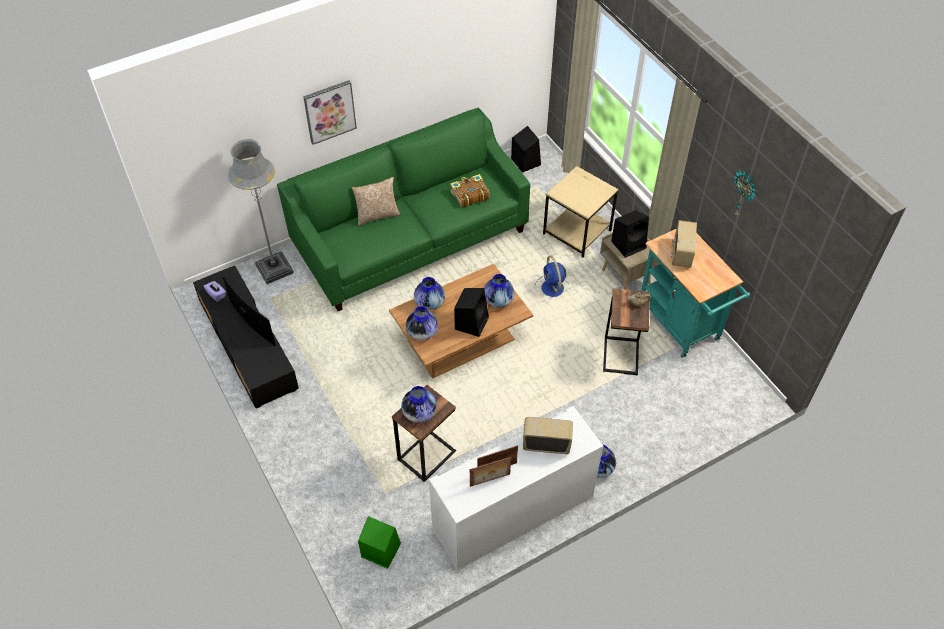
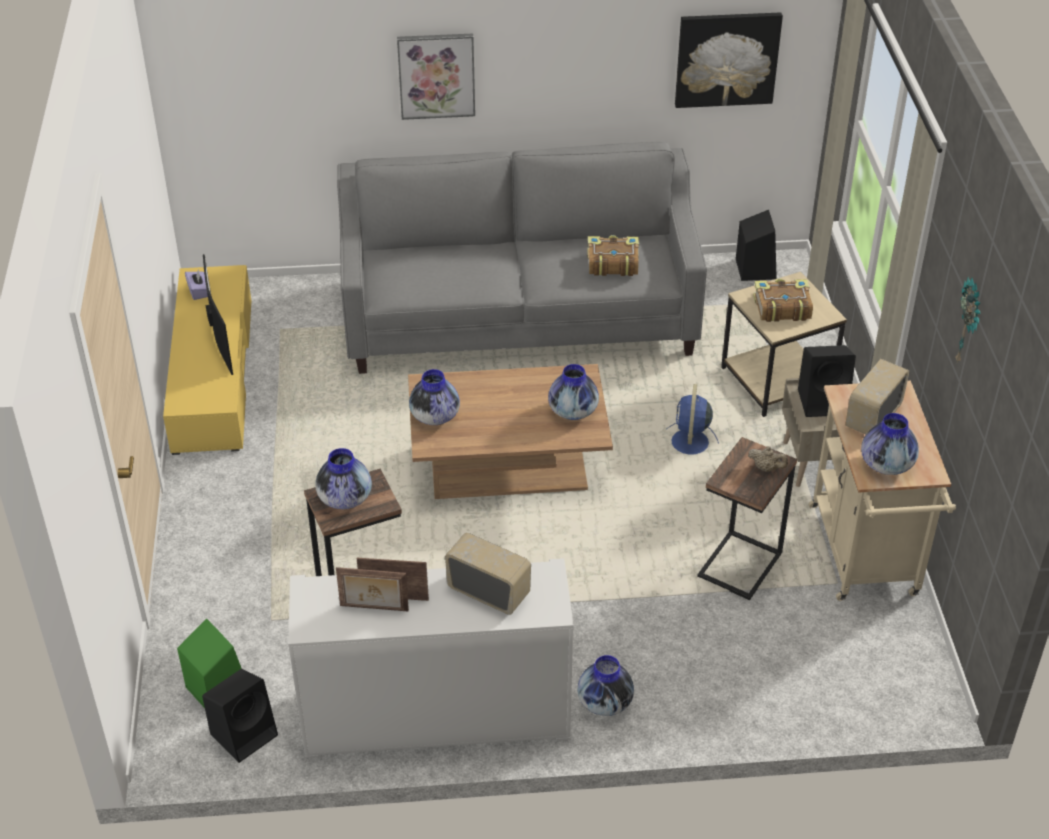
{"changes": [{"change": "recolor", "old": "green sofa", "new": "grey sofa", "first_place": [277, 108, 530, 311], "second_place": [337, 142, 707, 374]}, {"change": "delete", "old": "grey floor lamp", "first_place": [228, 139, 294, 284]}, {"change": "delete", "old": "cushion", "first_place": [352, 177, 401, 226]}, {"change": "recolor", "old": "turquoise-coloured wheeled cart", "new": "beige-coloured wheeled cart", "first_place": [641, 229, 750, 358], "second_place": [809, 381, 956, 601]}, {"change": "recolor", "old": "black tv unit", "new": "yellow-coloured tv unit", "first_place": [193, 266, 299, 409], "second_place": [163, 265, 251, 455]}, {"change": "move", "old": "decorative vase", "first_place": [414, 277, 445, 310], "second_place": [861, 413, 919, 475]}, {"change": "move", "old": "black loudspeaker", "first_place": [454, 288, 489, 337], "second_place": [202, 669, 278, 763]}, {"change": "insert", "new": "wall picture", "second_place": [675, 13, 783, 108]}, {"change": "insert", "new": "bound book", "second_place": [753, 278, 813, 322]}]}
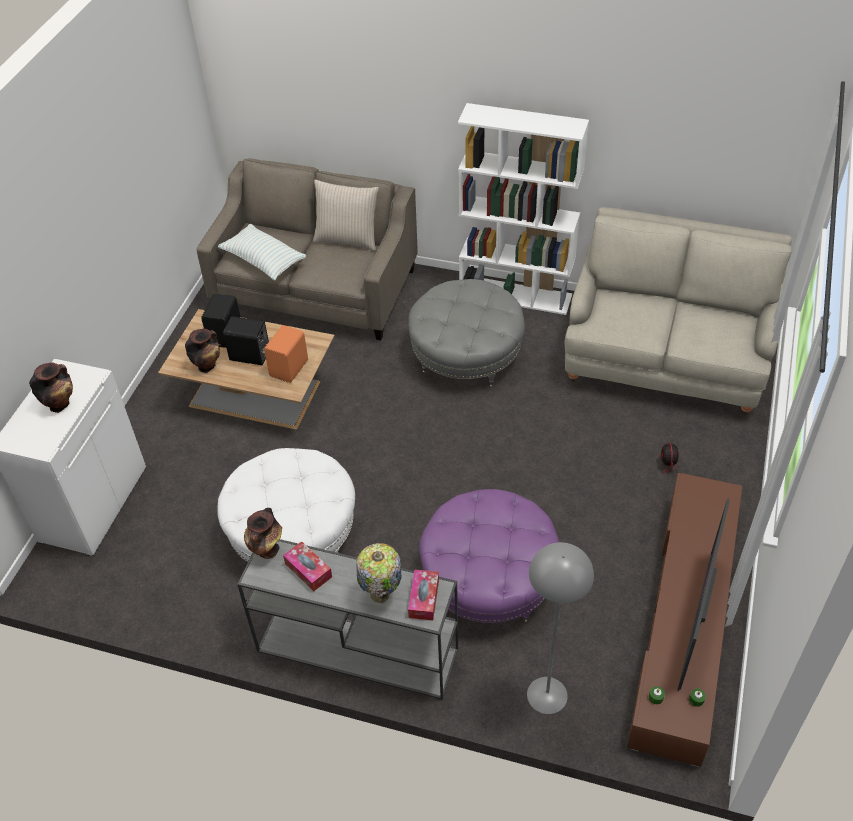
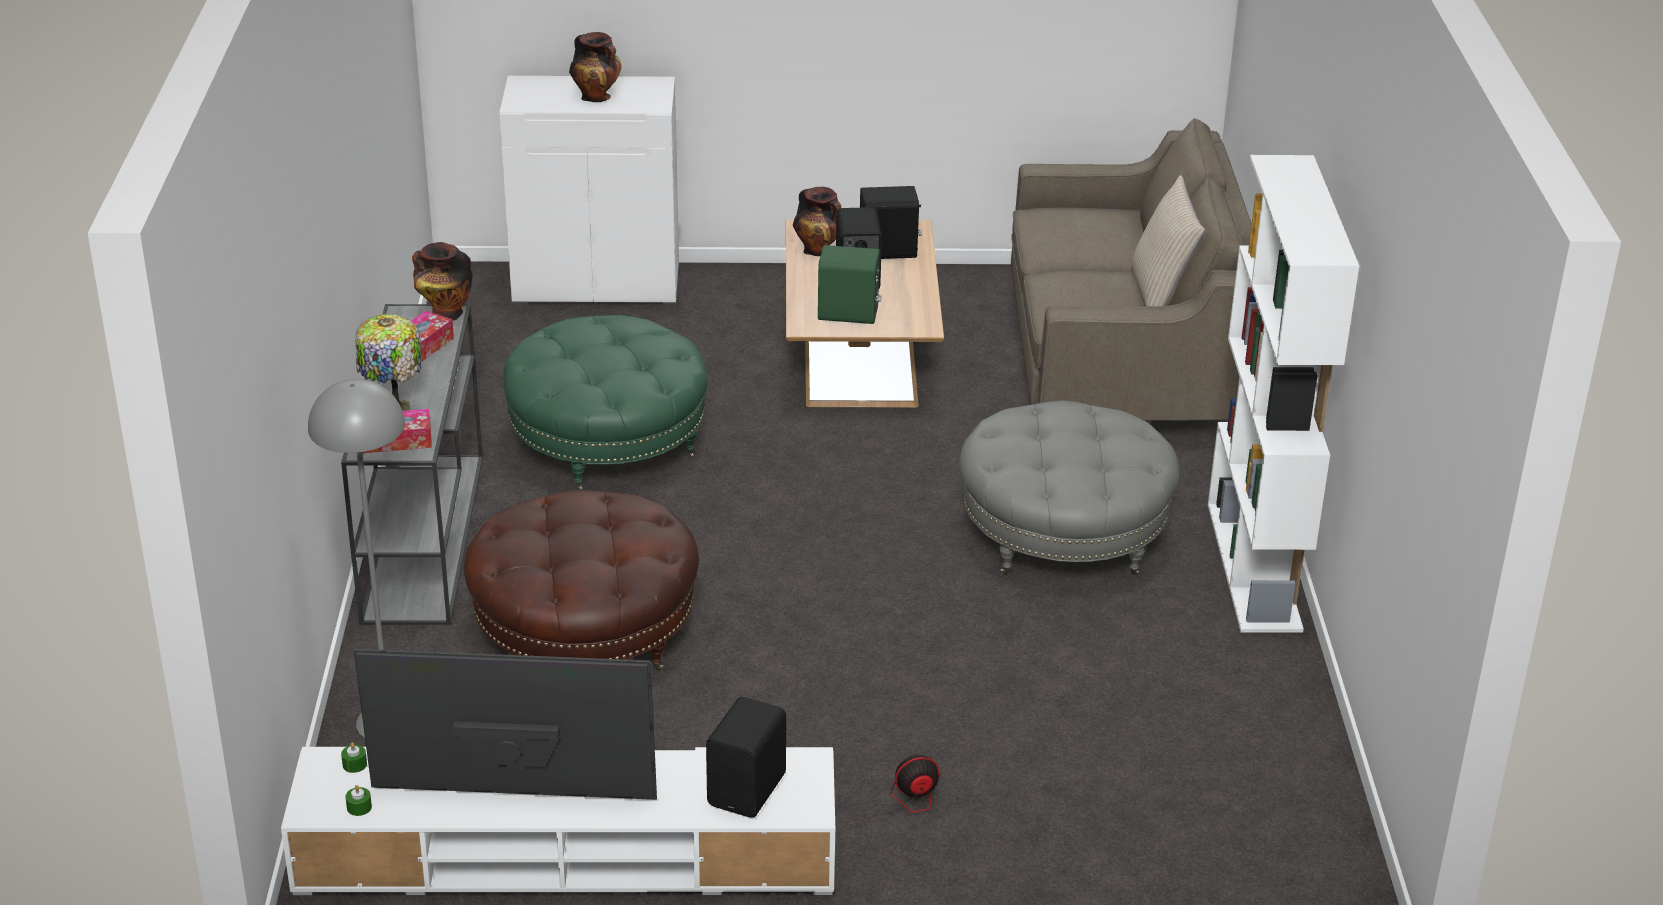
{"changes": [{"change": "delete", "old": "beige-coloured sofa", "first_place": [565, 207, 792, 414]}, {"change": "delete", "old": "cushion", "first_place": [218, 224, 306, 281]}, {"change": "recolor", "old": "orange-coloured loudspeaker", "new": "green loudspeaker", "first_place": [264, 325, 308, 383], "second_place": [818, 245, 882, 324]}, {"change": "recolor", "old": "whitish pouffe", "new": "green pouffe", "first_place": [217, 448, 355, 562], "second_place": [504, 315, 708, 490]}, {"change": "recolor", "old": "brownish tv unit", "new": "whitish tv unit", "first_place": [627, 473, 742, 767], "second_place": [281, 747, 835, 895]}, {"change": "recolor", "old": "purple pouffe", "new": "brownish pouffe", "first_place": [419, 489, 559, 623], "second_place": [464, 490, 699, 671]}, {"change": "insert", "new": "black loudspeaker", "second_place": [706, 697, 786, 818]}]}
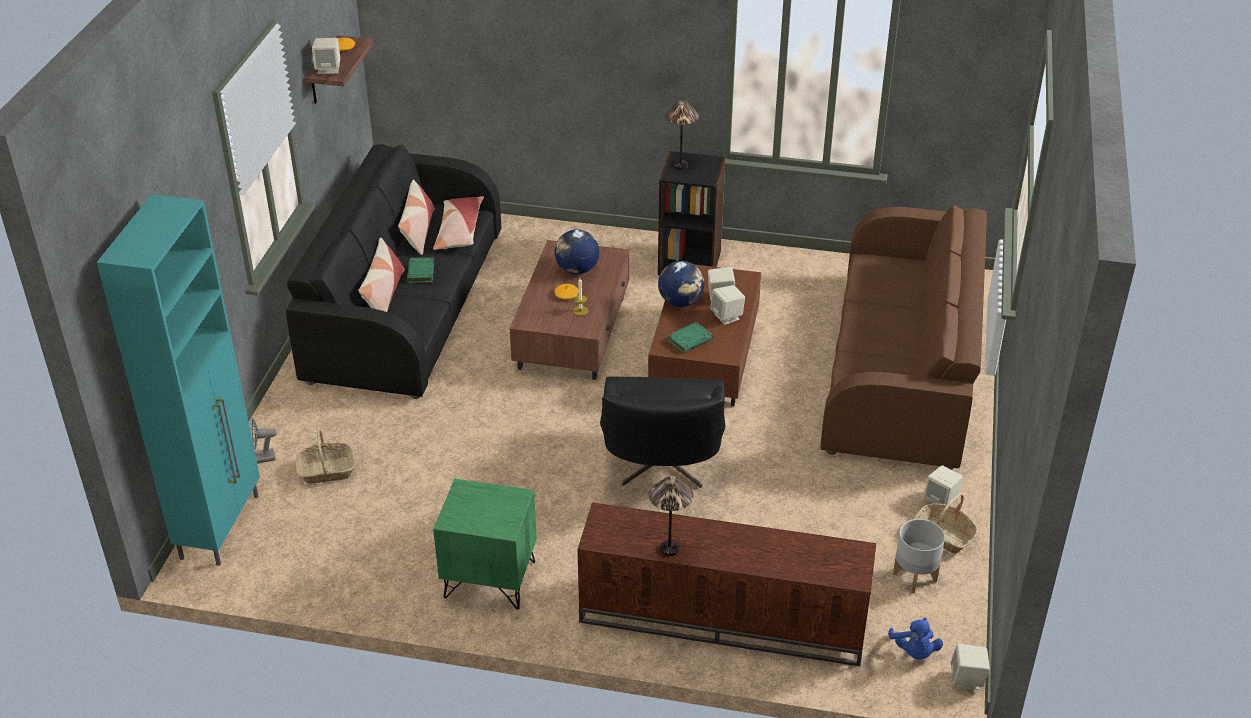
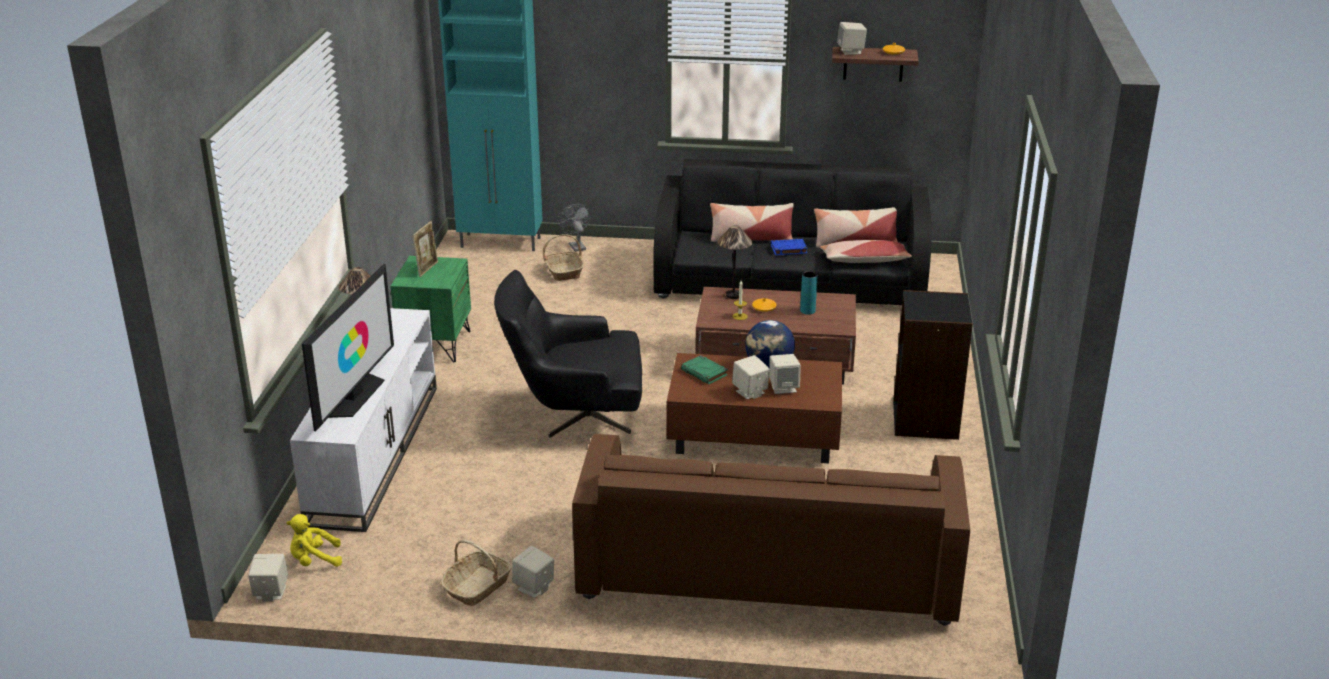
{"changes": [{"change": "move", "old": "table lamp", "first_place": [665, 100, 699, 170], "second_place": [717, 225, 752, 299]}, {"change": "replace", "old": "globe", "new": "turquoise-coloured decorative vase", "first_place": [555, 229, 599, 274], "second_place": [800, 271, 818, 315]}, {"change": "recolor", "old": "green bound book", "new": "blue-coloured bound book", "first_place": [407, 257, 434, 283], "second_place": [771, 239, 807, 255]}, {"change": "recolor", "old": "brownish tv unit", "new": "whitish tv unit", "first_place": [577, 502, 876, 666], "second_place": [290, 308, 437, 532]}, {"change": "delete", "old": "grey flower pot", "first_place": [893, 519, 945, 593]}, {"change": "recolor", "old": "blue-coloured soft toy", "new": "yellow-coloured soft toy", "first_place": [888, 618, 943, 660], "second_place": [287, 514, 342, 567]}, {"change": "insert", "new": "photo frame", "second_place": [412, 221, 438, 277]}, {"change": "insert", "new": "TV", "second_place": [302, 264, 394, 431]}]}
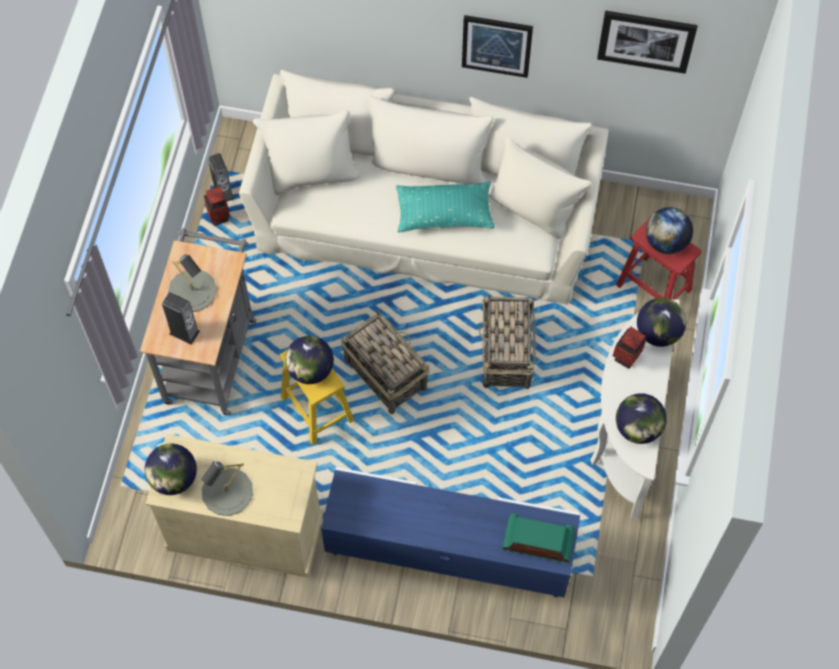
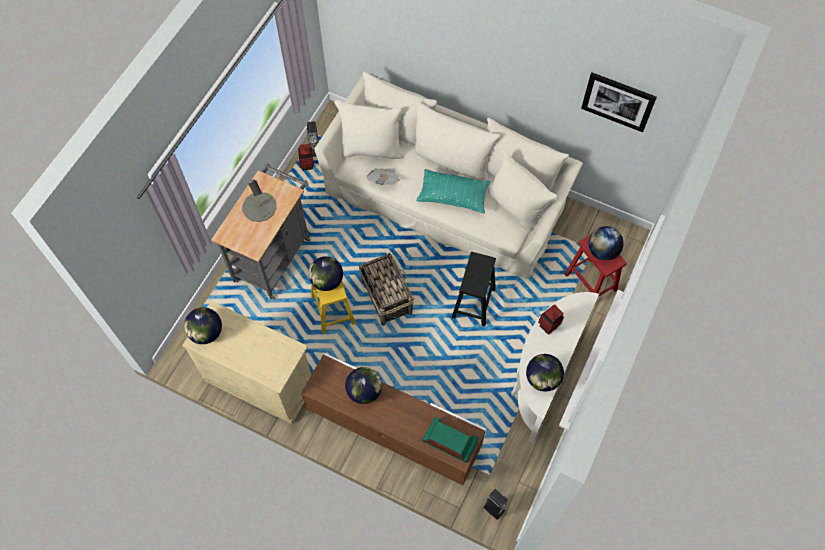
{"changes": [{"change": "delete", "old": "wall picture", "first_place": [462, 15, 533, 78]}, {"change": "move", "old": "loudspeaker", "first_place": [162, 292, 200, 344], "second_place": [483, 489, 508, 520]}, {"change": "replace", "old": "household basket", "new": "black stool seat", "first_place": [479, 295, 535, 389], "second_place": [451, 252, 496, 326]}, {"change": "move", "old": "globe", "first_place": [637, 298, 686, 347], "second_place": [345, 367, 382, 404]}, {"change": "delete", "old": "grey table lamp", "first_place": [201, 461, 253, 516]}, {"change": "recolor", "old": "blue-coloured tv unit", "new": "brownish tv unit", "first_place": [321, 467, 580, 598], "second_place": [301, 353, 486, 485]}, {"change": "insert", "new": "newspaper", "second_place": [366, 168, 399, 185]}]}
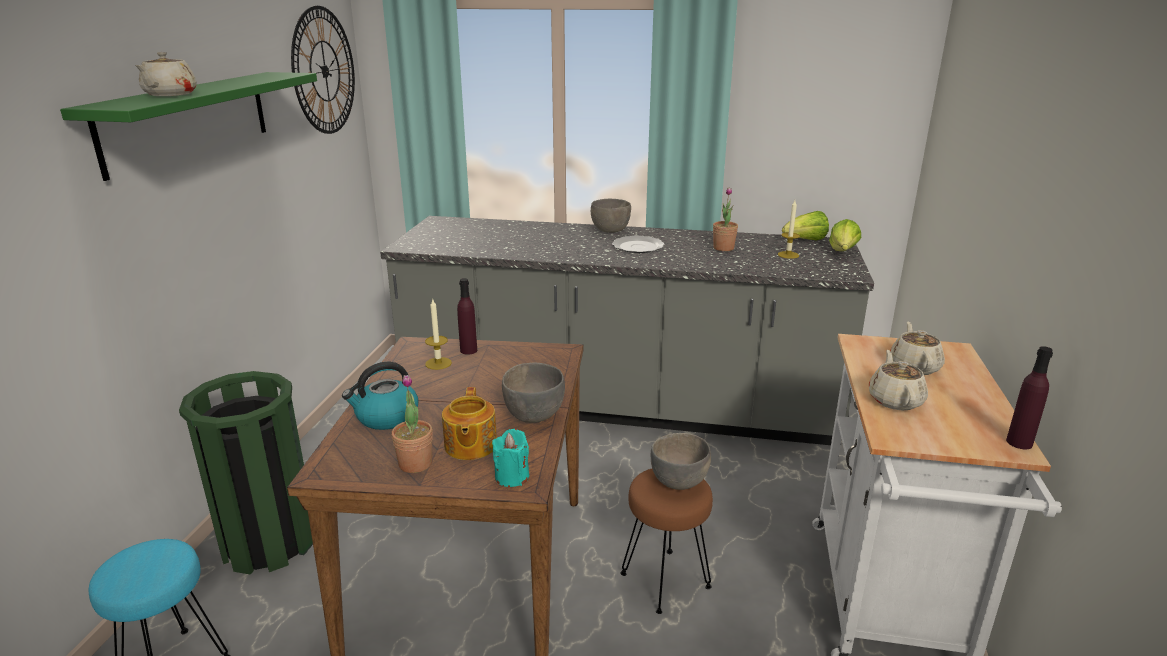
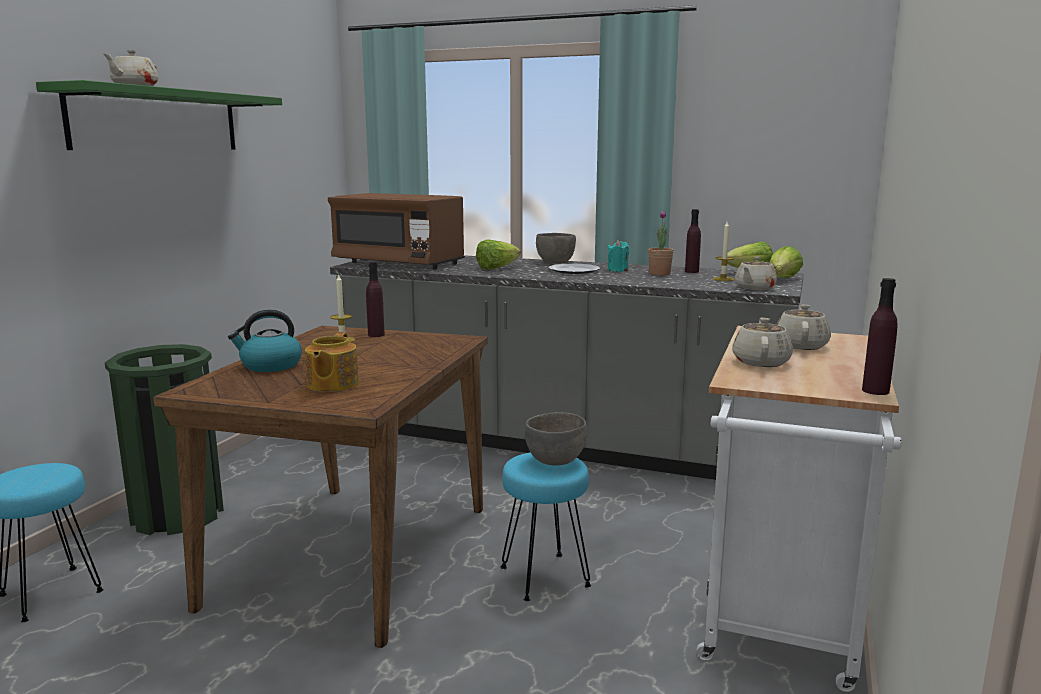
{"changes": [{"change": "delete", "old": "clock on the wall", "first_place": [291, 6, 355, 134]}, {"change": "delete", "old": "grey serving bowl", "first_place": [502, 363, 565, 423]}, {"change": "delete", "old": "houseplant", "first_place": [391, 375, 433, 473]}, {"change": "move", "old": "turquoise-coloured wax candle", "first_place": [492, 429, 529, 487], "second_place": [608, 240, 629, 272]}, {"change": "recolor", "old": "brownish stool seat", "new": "turquoise-coloured stool seat", "first_place": [620, 469, 713, 614], "second_place": [501, 452, 591, 601]}, {"change": "insert", "new": "brownish microwave", "second_place": [328, 193, 465, 270]}, {"change": "insert", "new": "purple beverage bottle", "second_place": [685, 209, 701, 273]}, {"change": "insert", "new": "head of lettuce", "second_place": [476, 239, 521, 270]}, {"change": "insert", "new": "beige-coloured teapot", "second_place": [735, 257, 777, 290]}]}
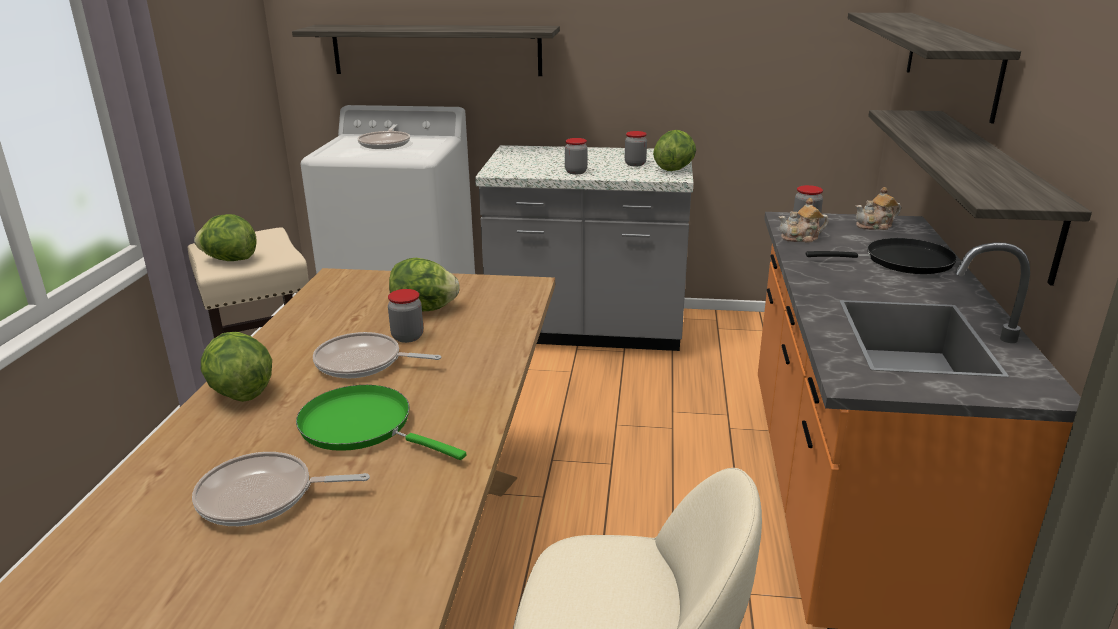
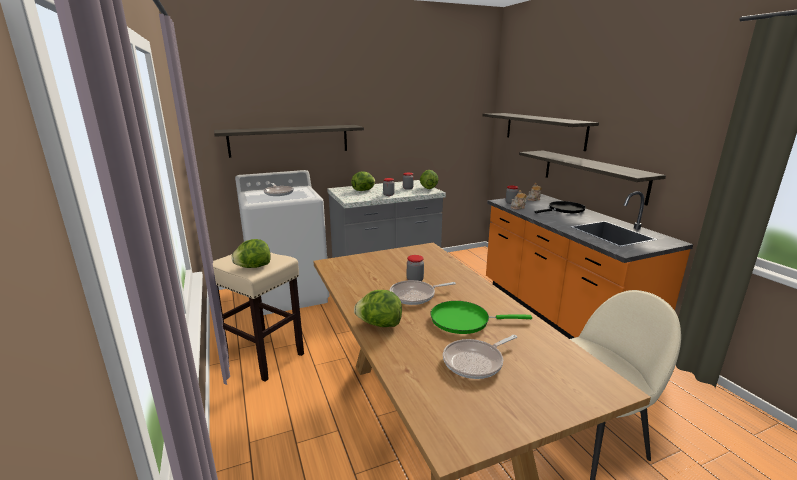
{"changes": [{"change": "move", "old": "head of lettuce", "first_place": [389, 258, 460, 311], "second_place": [351, 171, 375, 191]}]}
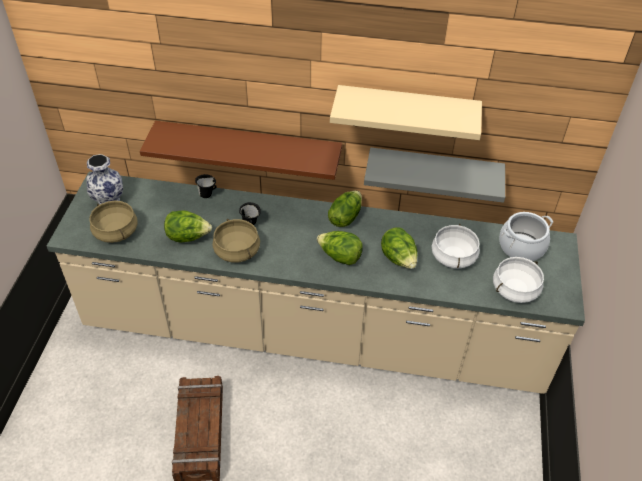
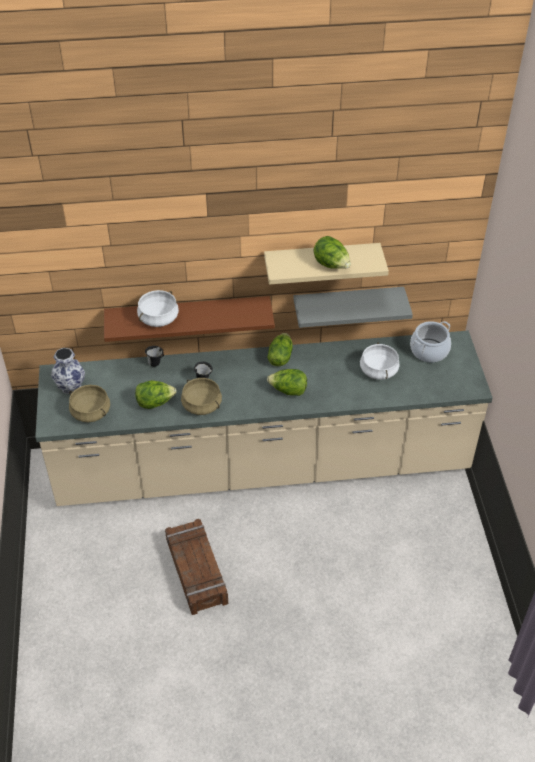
{"changes": [{"change": "move", "old": "head of lettuce", "first_place": [381, 227, 417, 269], "second_place": [314, 236, 351, 269]}, {"change": "move", "old": "whitish saucepot", "first_place": [493, 257, 544, 303], "second_place": [137, 290, 179, 327]}]}
